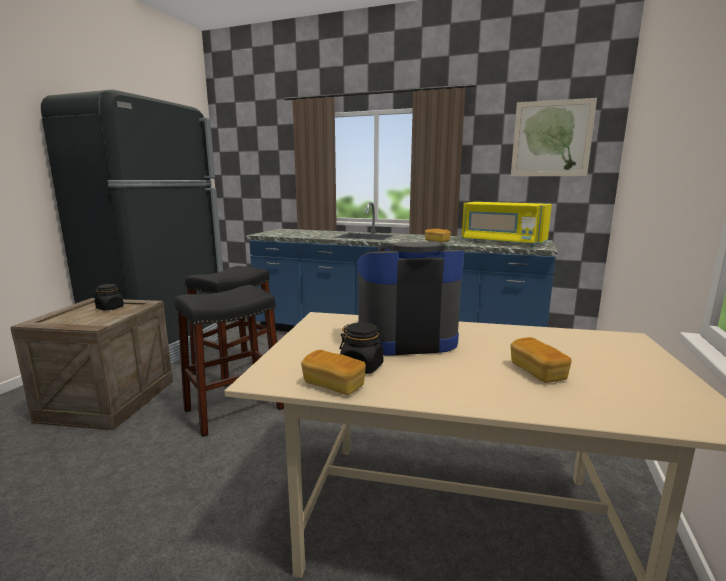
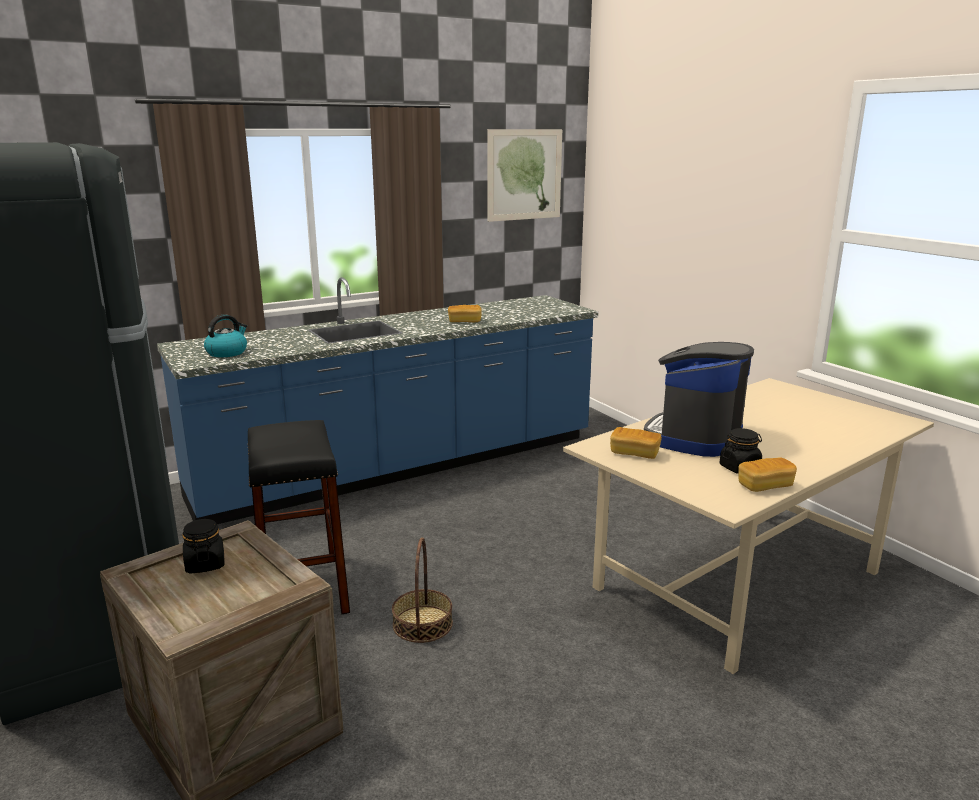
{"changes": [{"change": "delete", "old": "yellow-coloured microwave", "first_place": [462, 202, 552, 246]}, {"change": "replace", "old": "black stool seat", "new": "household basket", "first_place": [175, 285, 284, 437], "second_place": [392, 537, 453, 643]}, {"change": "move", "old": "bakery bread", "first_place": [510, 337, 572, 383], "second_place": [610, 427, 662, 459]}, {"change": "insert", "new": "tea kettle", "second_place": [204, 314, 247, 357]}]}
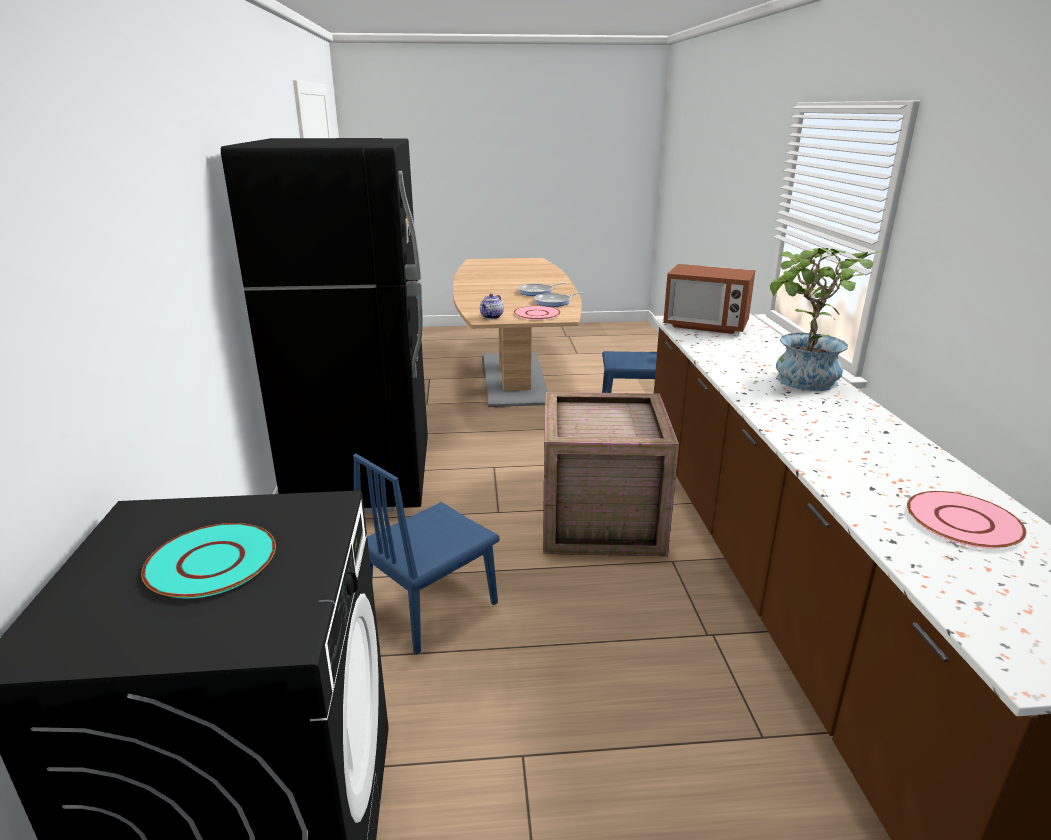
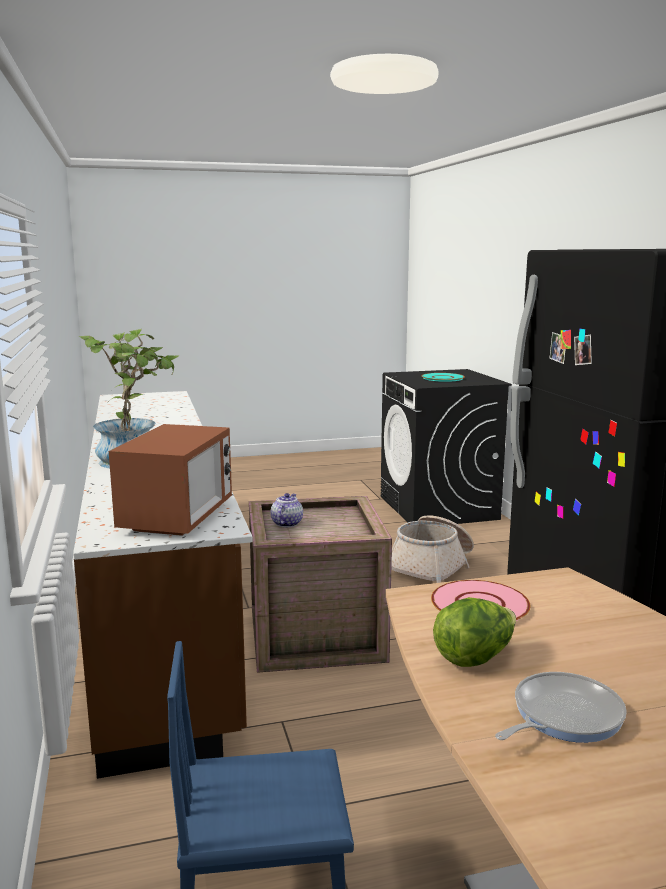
{"changes": [{"change": "rotate", "old": "microwave", "first_place": [663, 264, 755, 334], "second_place": [109, 424, 232, 536], "degrees": 90}, {"change": "replace", "old": "frying pan", "new": "head of lettuce", "first_place": [534, 292, 585, 307], "second_place": [433, 597, 516, 667]}, {"change": "move", "old": "teapot", "first_place": [480, 294, 504, 319], "second_place": [271, 493, 303, 527]}, {"change": "replace", "old": "blue-coloured plain chair", "new": "household basket", "first_place": [353, 454, 500, 654], "second_place": [391, 515, 474, 583]}, {"change": "delete", "old": "pink-coloured plate", "first_place": [907, 491, 1026, 549]}]}
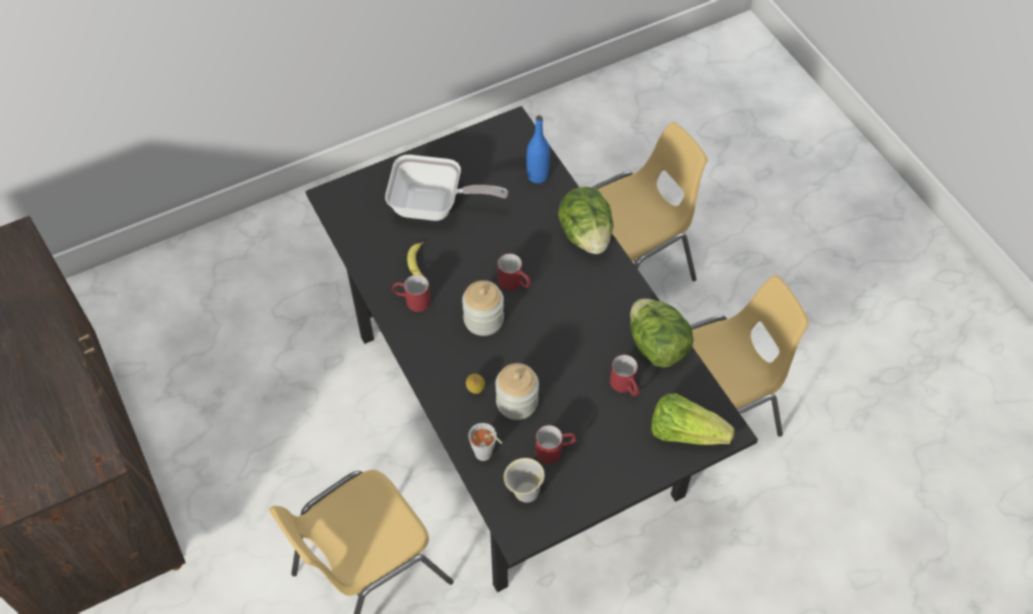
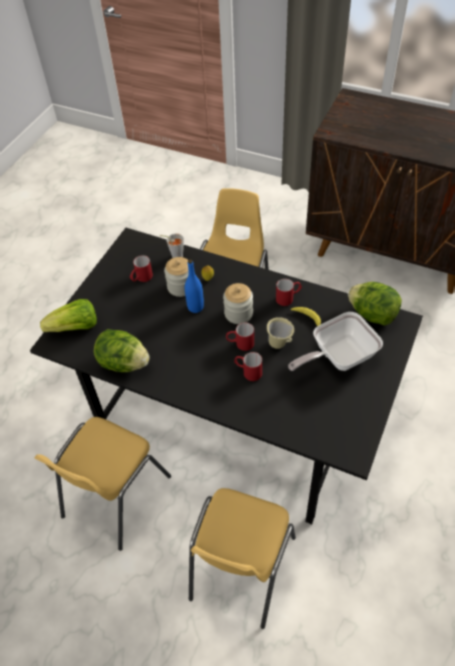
{"changes": [{"change": "move", "old": "blue-coloured beverage bottle", "first_place": [527, 115, 550, 183], "second_place": [185, 259, 204, 313]}, {"change": "move", "old": "head of lettuce", "first_place": [558, 186, 613, 254], "second_place": [348, 282, 402, 326]}, {"change": "move", "old": "reddish tea mug", "first_place": [610, 355, 640, 396], "second_place": [234, 352, 262, 381]}, {"change": "move", "old": "beige-coloured tea mug", "first_place": [504, 458, 545, 503], "second_place": [267, 317, 294, 349]}]}
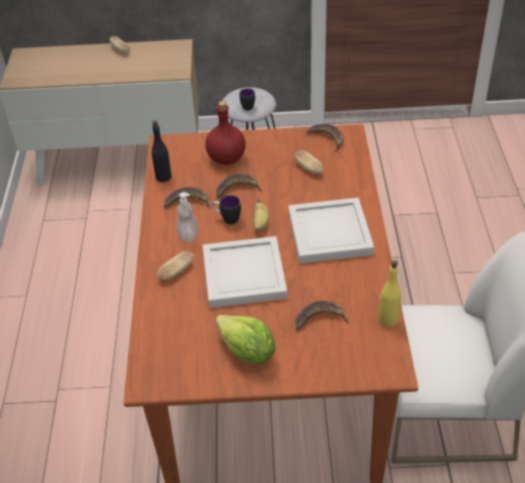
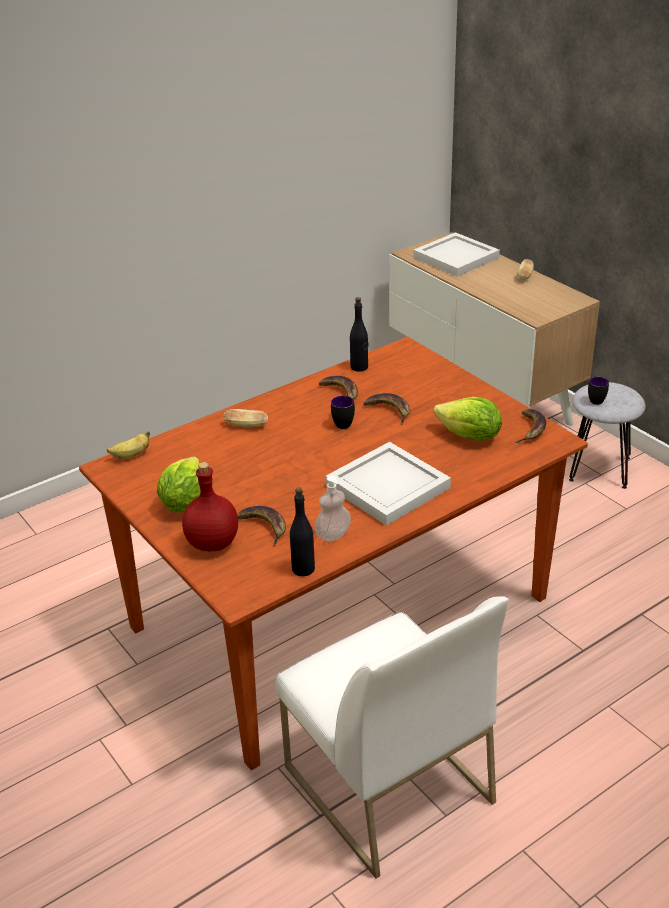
{"changes": [{"change": "move", "old": "reddish beverage bottle", "first_place": [206, 101, 246, 165], "second_place": [182, 462, 238, 551]}, {"change": "replace", "old": "bakery bread", "new": "head of lettuce", "first_place": [294, 150, 323, 174], "second_place": [434, 397, 502, 441]}, {"change": "move", "old": "liquid soap bottle", "first_place": [176, 192, 198, 242], "second_place": [315, 476, 351, 541]}, {"change": "move", "old": "whole banana", "first_place": [253, 199, 269, 231], "second_place": [107, 431, 150, 459]}, {"change": "move", "old": "whitish carrying tray", "first_place": [203, 236, 287, 308], "second_place": [413, 232, 500, 277]}, {"change": "recolor", "old": "yellow-coloured beverage bottle", "new": "black beverage bottle", "first_place": [379, 260, 401, 326], "second_place": [290, 488, 315, 576]}]}
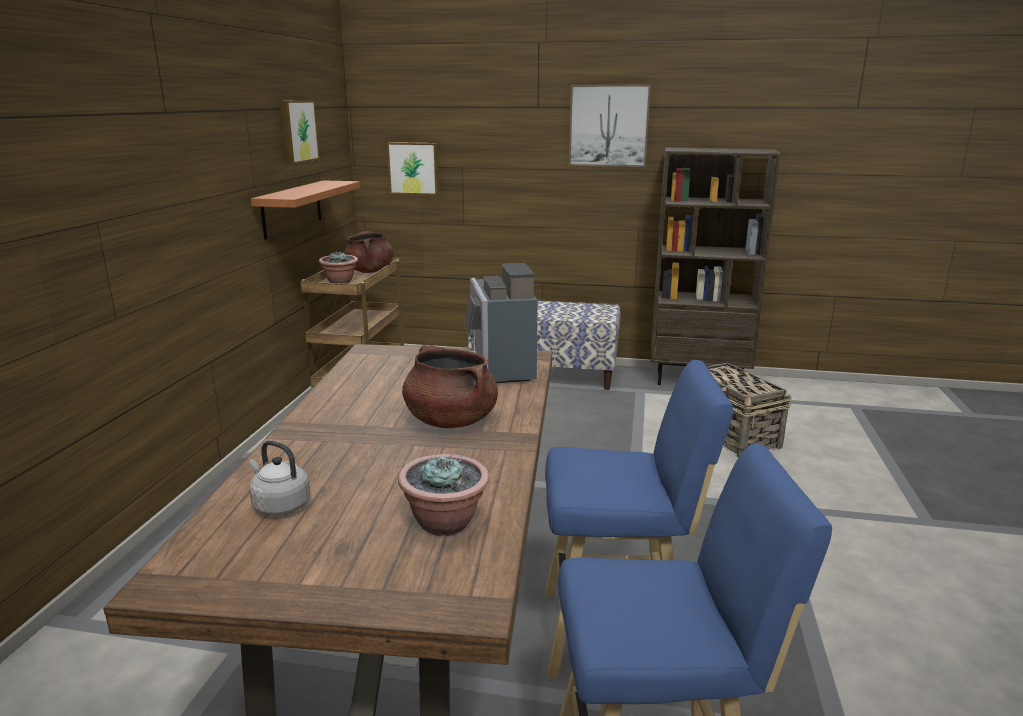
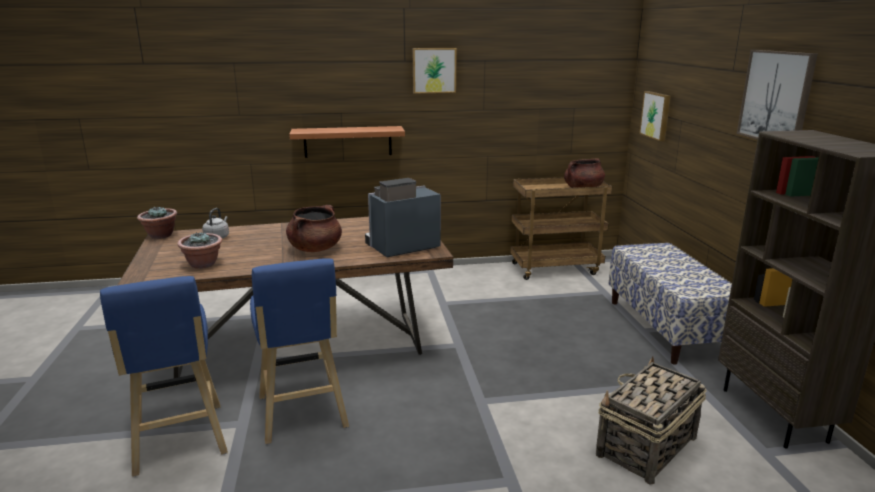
{"changes": [{"change": "move", "old": "wall picture", "first_place": [280, 100, 320, 164], "second_place": [412, 48, 457, 94]}, {"change": "move", "old": "bracket shelf", "first_place": [251, 180, 360, 240], "second_place": [289, 126, 405, 158]}, {"change": "move", "old": "houseplant", "first_place": [319, 251, 358, 284], "second_place": [137, 206, 177, 239]}]}
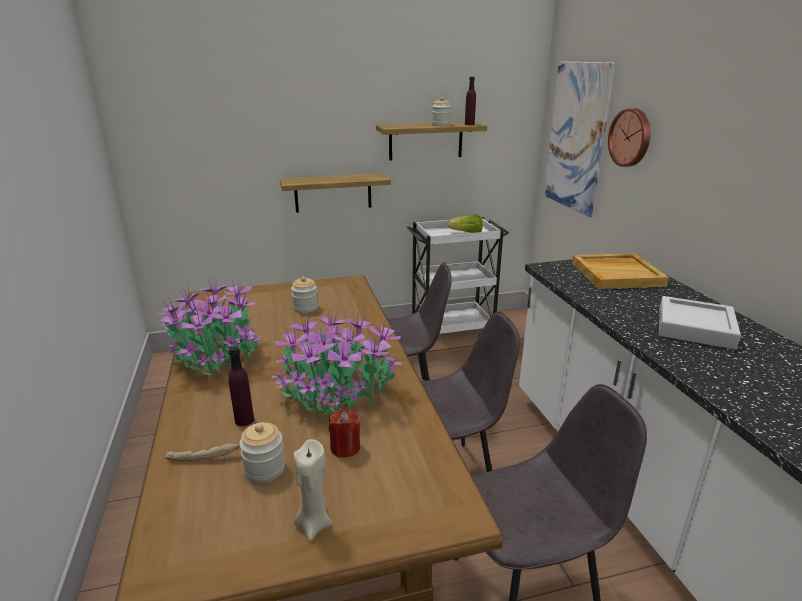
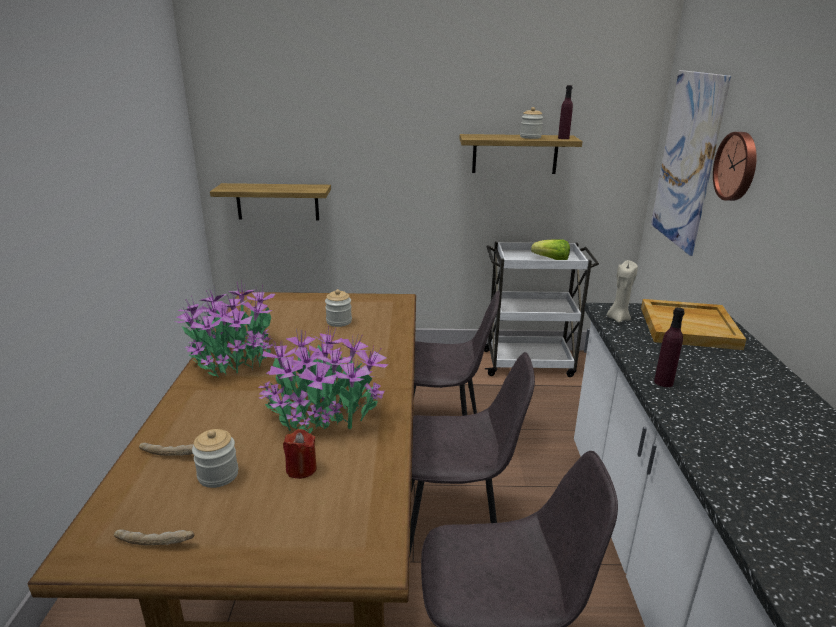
{"changes": [{"change": "move", "old": "bracket shelf", "first_place": [280, 173, 391, 213], "second_place": [210, 183, 331, 221]}, {"change": "delete", "old": "grey carrying tray", "first_place": [659, 296, 741, 350]}, {"change": "move", "old": "purple beverage bottle", "first_place": [228, 346, 254, 426], "second_place": [654, 307, 685, 387]}, {"change": "move", "old": "beige-coloured wax candle", "first_place": [293, 439, 332, 541], "second_place": [607, 260, 638, 323]}, {"change": "insert", "new": "bakery bread", "second_place": [114, 529, 194, 546]}]}
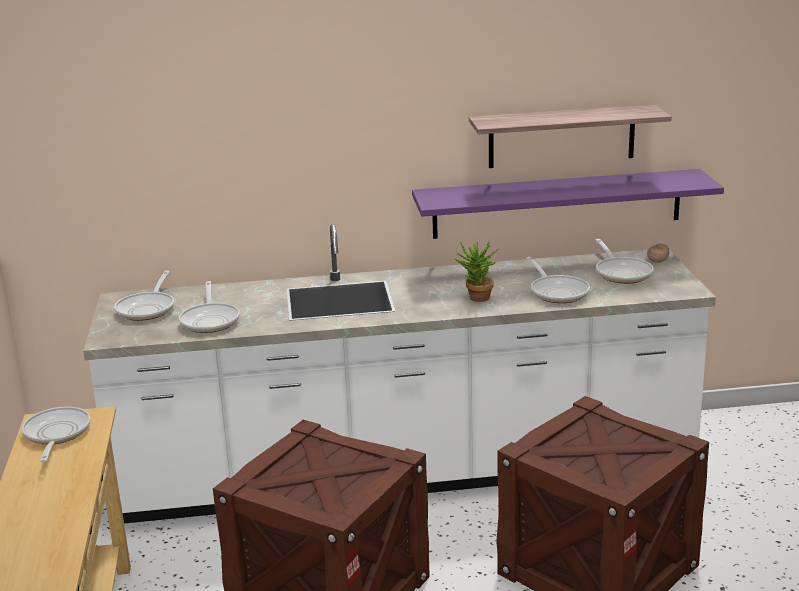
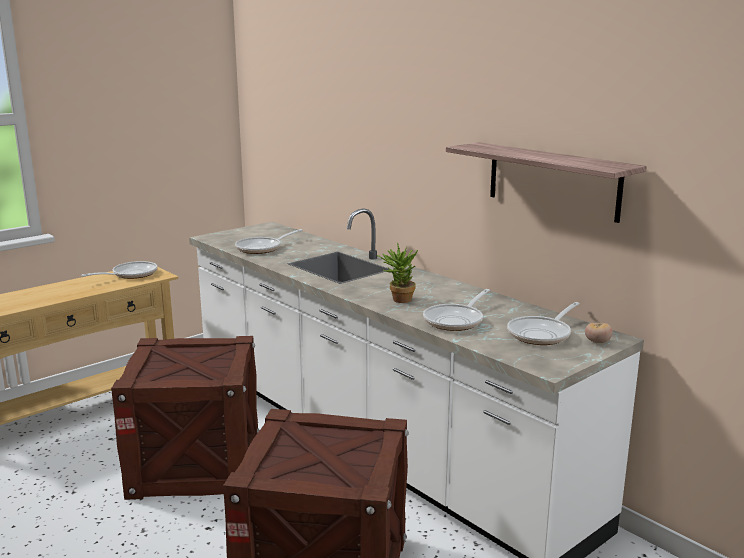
{"changes": [{"change": "delete", "old": "purple bracket shelf", "first_place": [412, 169, 724, 239]}, {"change": "delete", "old": "frying pan", "first_place": [114, 270, 174, 321]}]}
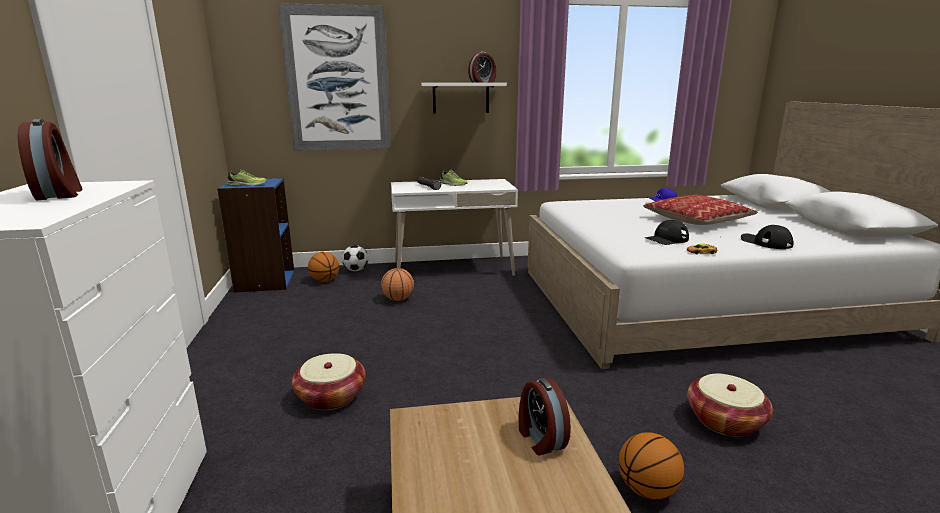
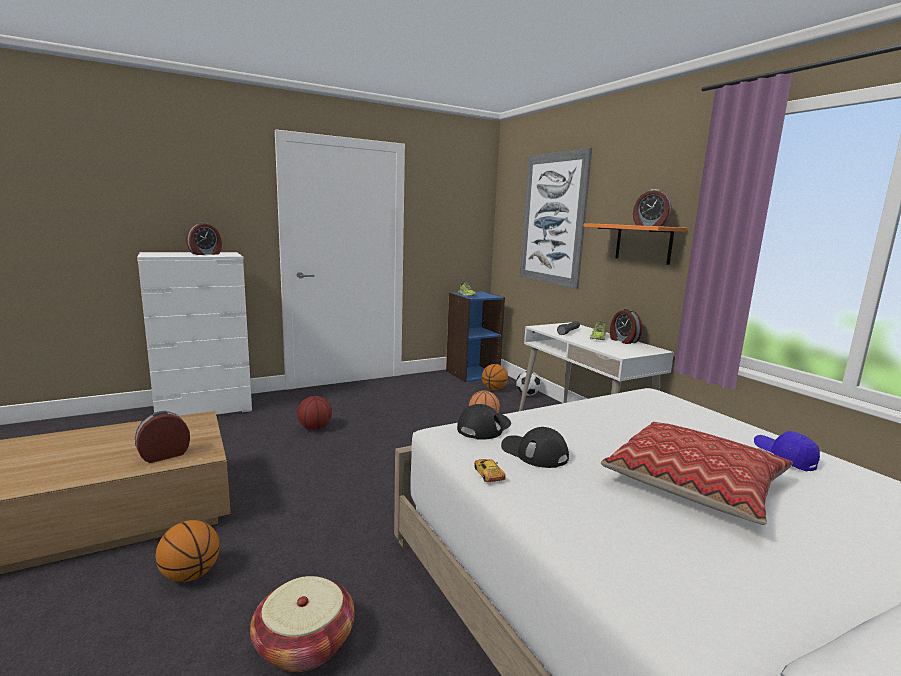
{"changes": [{"change": "recolor", "old": "whitish bracket shelf", "new": "orange-coloured bracket shelf", "first_place": [421, 83, 507, 114], "second_place": [583, 223, 687, 265]}, {"change": "move", "old": "black cap", "first_place": [741, 225, 794, 249], "second_place": [457, 404, 511, 440]}, {"change": "replace", "old": "household basket", "new": "basketball ball", "first_place": [292, 353, 366, 410], "second_place": [297, 396, 332, 430]}, {"change": "insert", "new": "bedside clock", "second_place": [610, 309, 642, 344]}]}
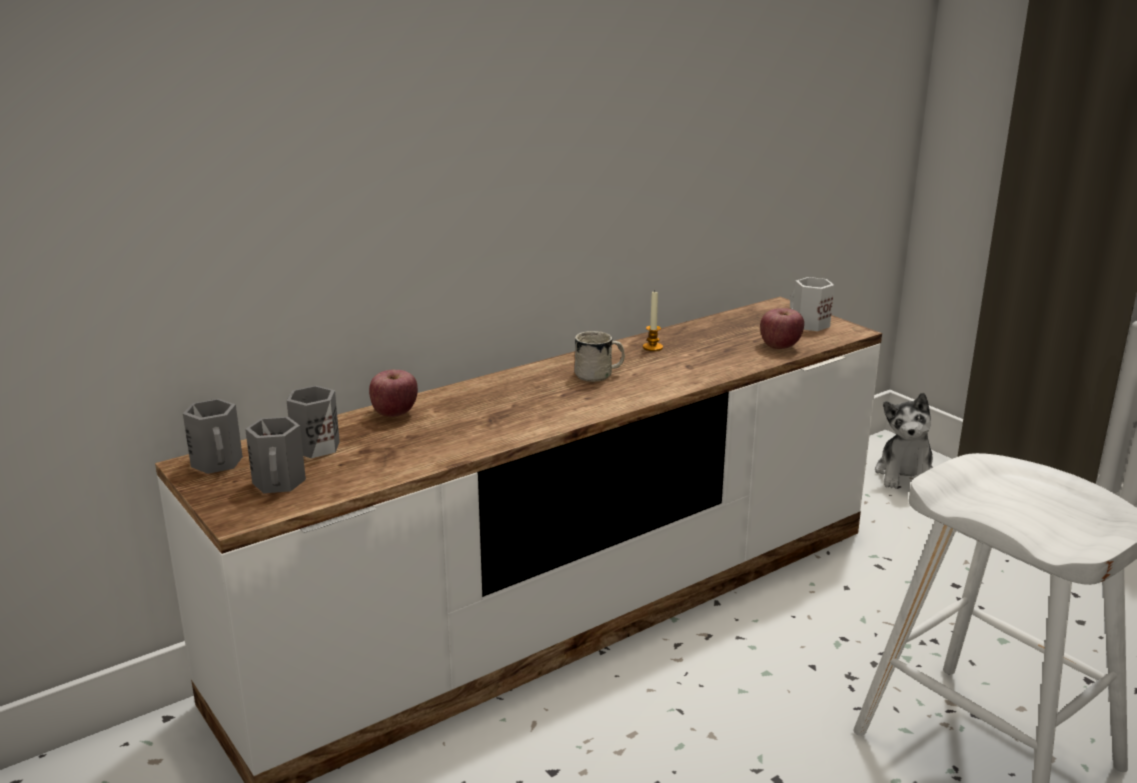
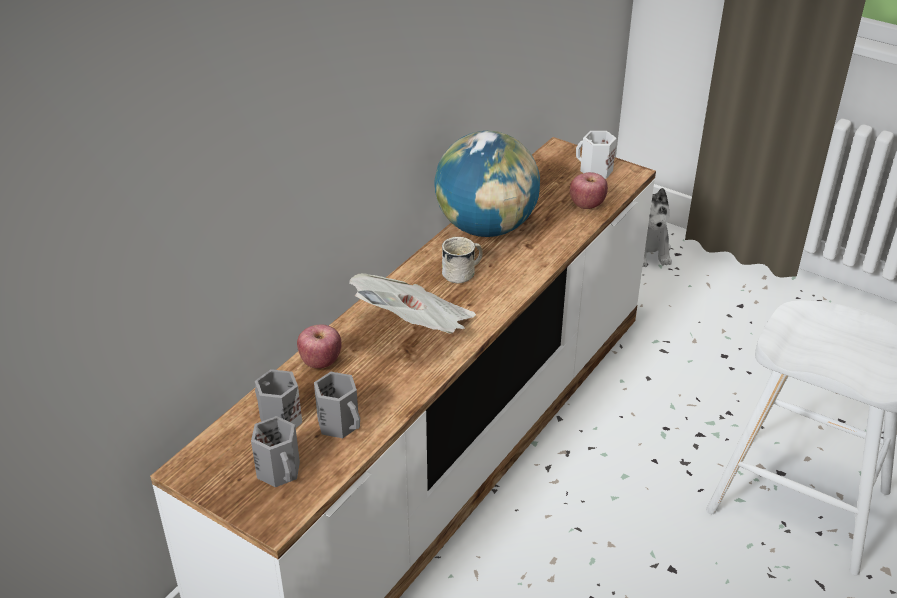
{"changes": [{"change": "replace", "old": "wax candle", "new": "globe", "first_place": [643, 292, 663, 351], "second_place": [434, 131, 540, 237]}, {"change": "move", "old": "grey tea mug", "first_place": [183, 399, 243, 474], "second_place": [314, 372, 360, 438]}, {"change": "insert", "new": "newspaper", "second_place": [349, 273, 476, 334]}]}
